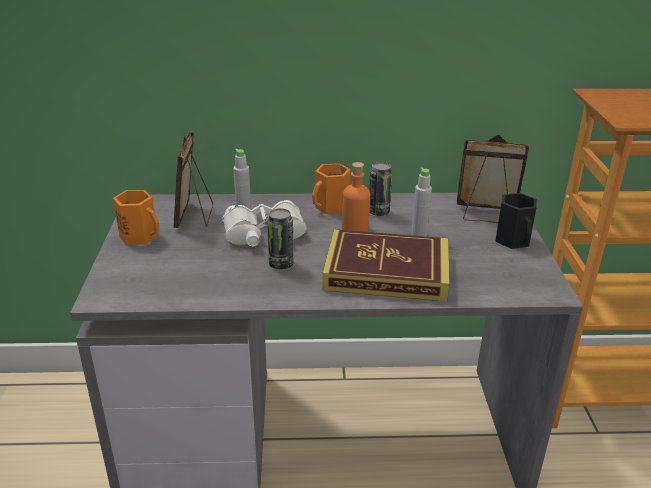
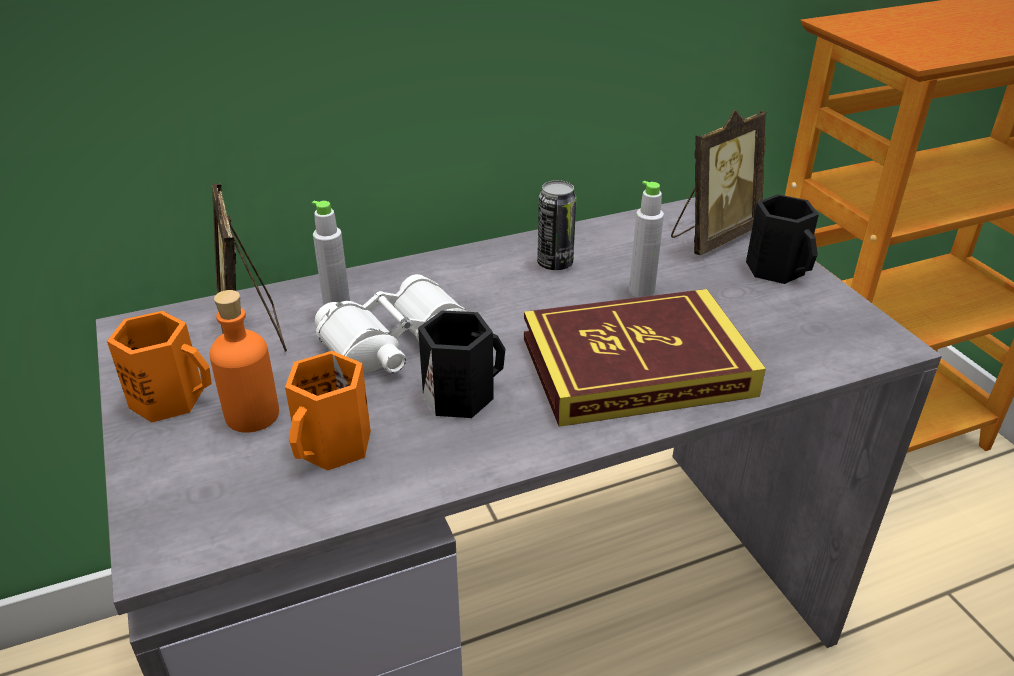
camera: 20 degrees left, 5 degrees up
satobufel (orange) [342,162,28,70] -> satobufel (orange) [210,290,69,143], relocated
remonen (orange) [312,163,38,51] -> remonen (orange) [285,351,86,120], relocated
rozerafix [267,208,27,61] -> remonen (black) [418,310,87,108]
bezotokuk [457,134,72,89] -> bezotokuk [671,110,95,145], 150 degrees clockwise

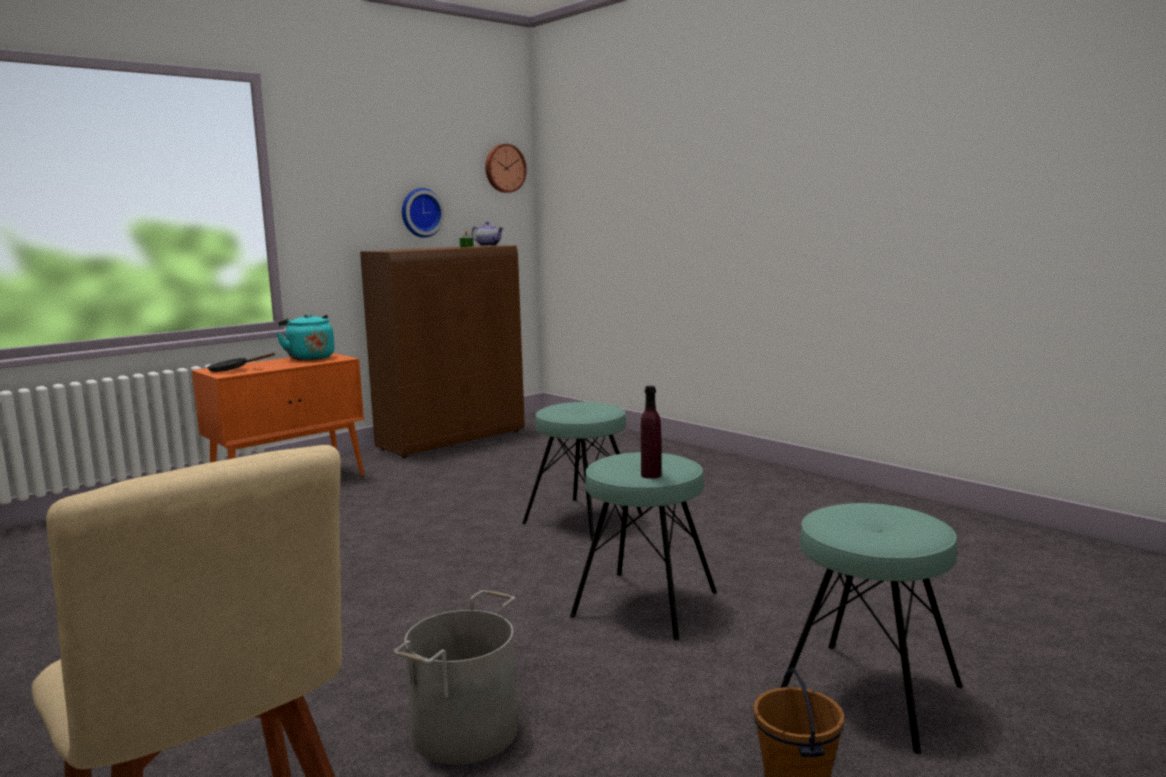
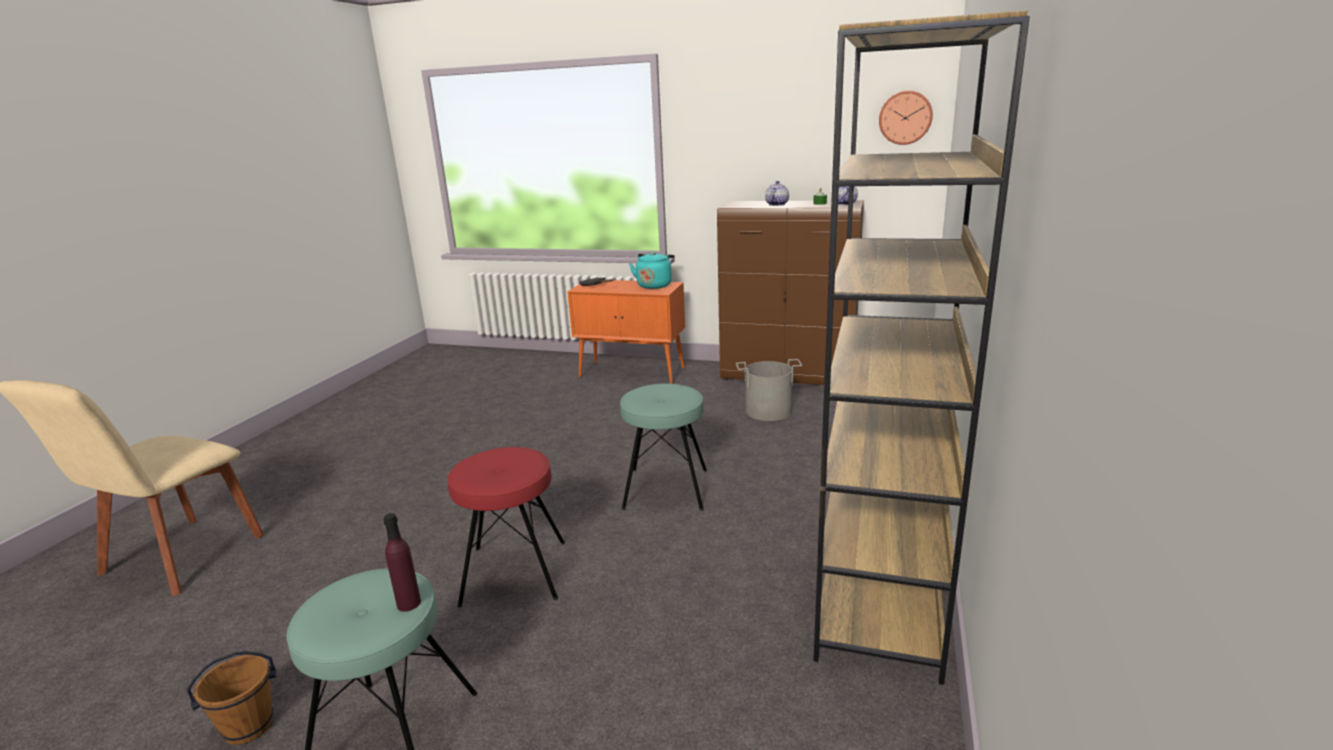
camera: 60 degrees right, 10 degrees up
satobufel (purple) [641,386,20,93] -> satobufel (purple) [383,513,38,99], relocated
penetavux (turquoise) [570,452,147,188] -> penetavux (red) [448,447,117,160]
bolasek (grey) [394,590,124,175] -> bolasek (grey) [736,359,66,62], relocated
none -> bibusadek [765,181,24,25]
none -> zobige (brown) [814,10,216,675]
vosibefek [402,188,43,50] -> none

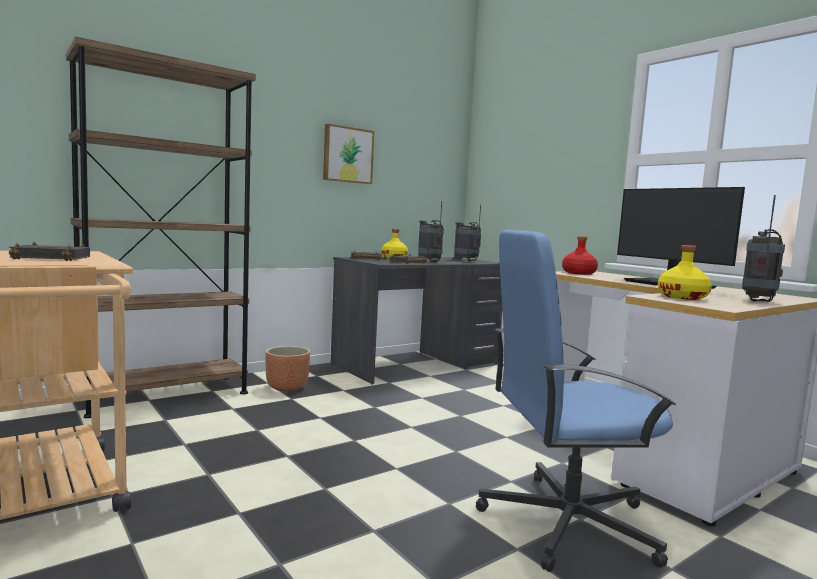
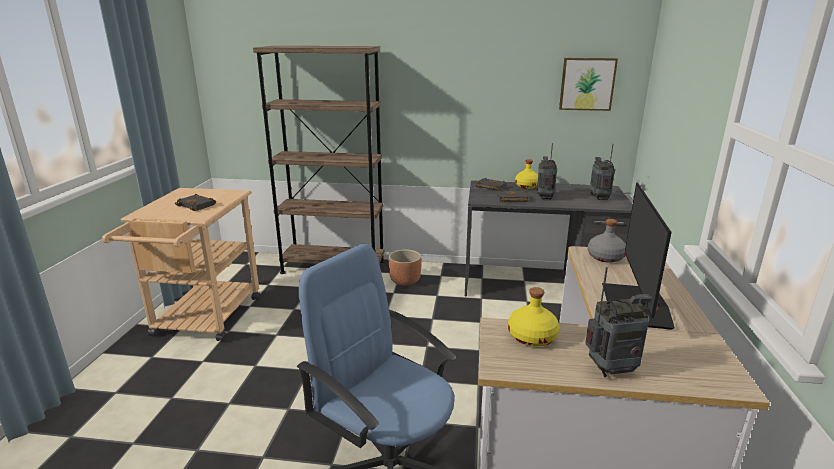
camera: 45 degrees right, 15 degrees up
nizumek [323,124,51,60] -> nizumek [559,58,59,53], relocated
satobufel (red) [562,236,36,39] -> satobufel (grey) [588,219,38,44]

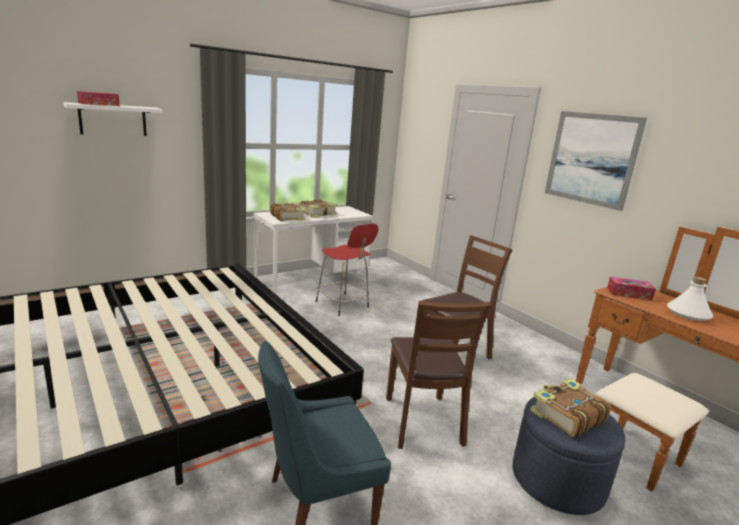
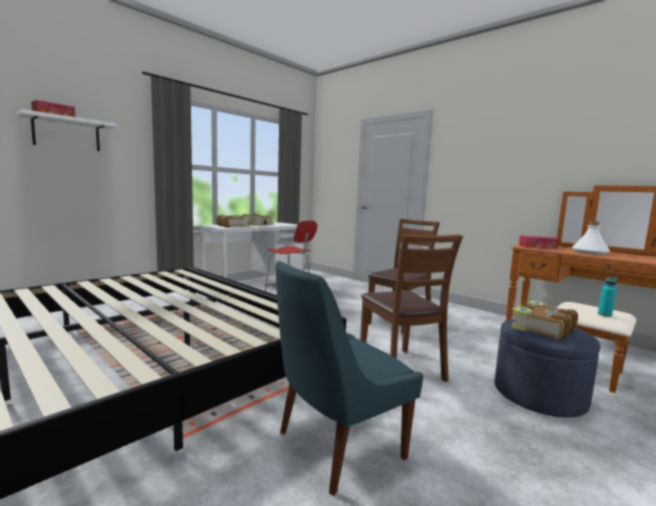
camera: 10 degrees left, 10 degrees down
none -> satobufel (turquoise) [598,277,19,40]
nizumek [545,111,102,100] -> none

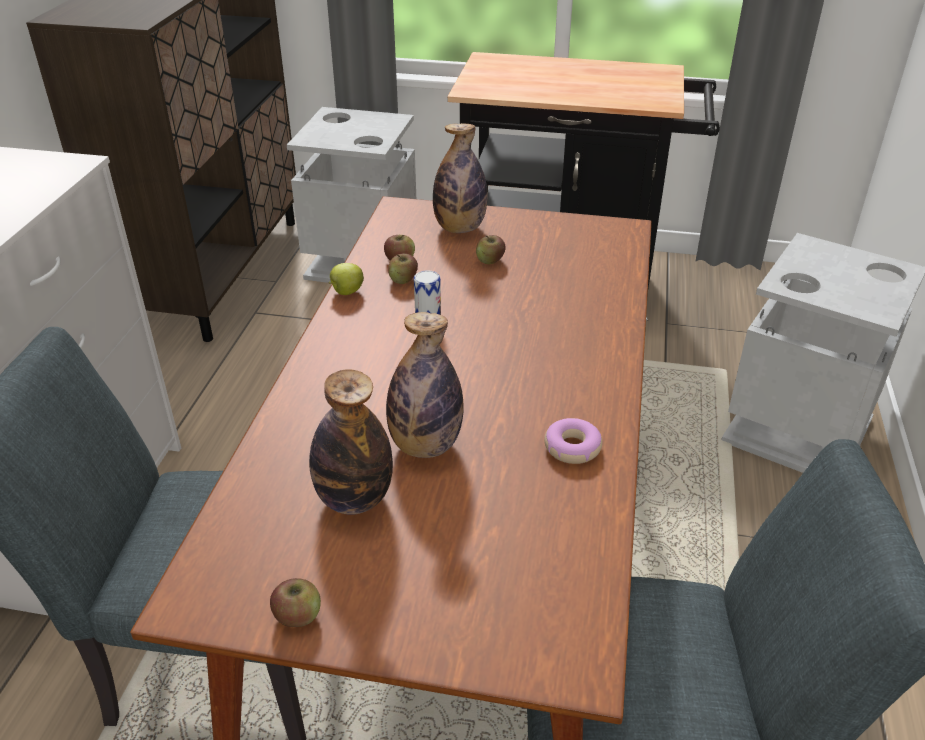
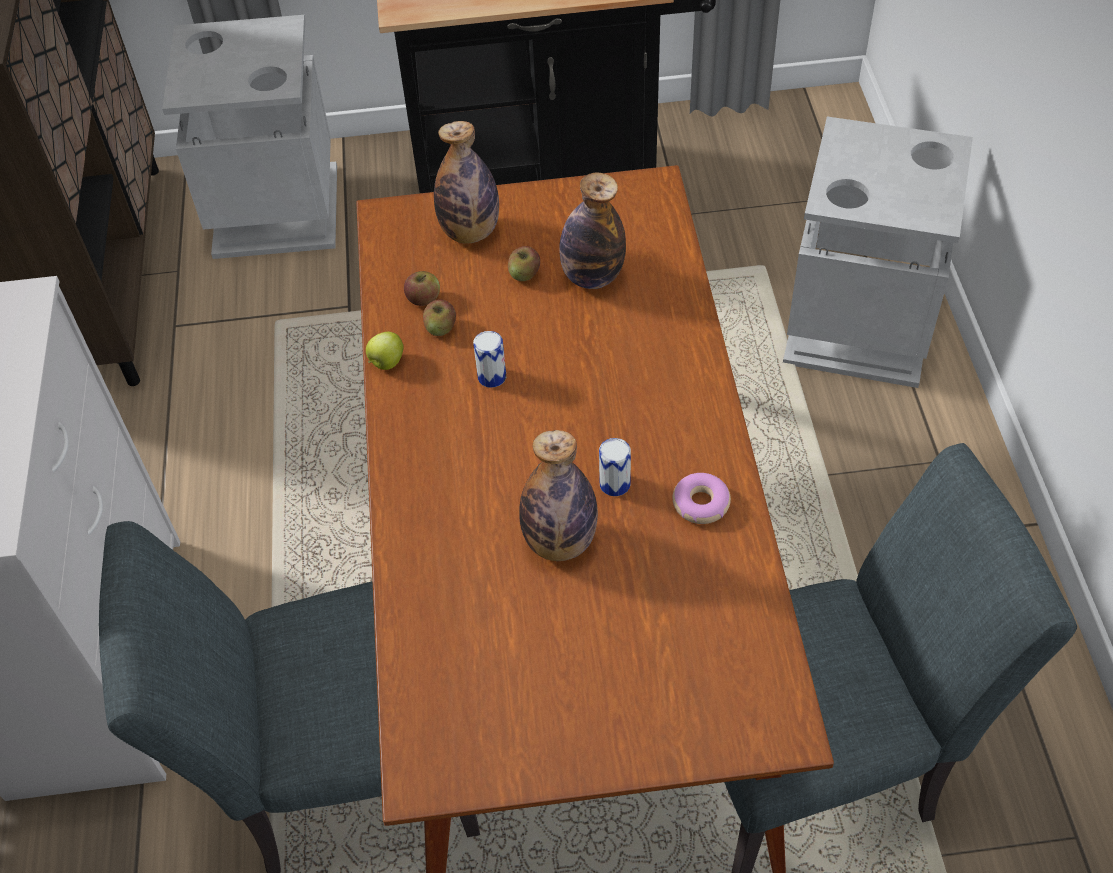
camera: 15 degrees left, 15 degrees up
satobufel [309,370,84,145] -> satobufel [559,173,67,116], relocated
none -> rozerafix [599,438,32,58]
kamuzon [270,578,51,49] -> none

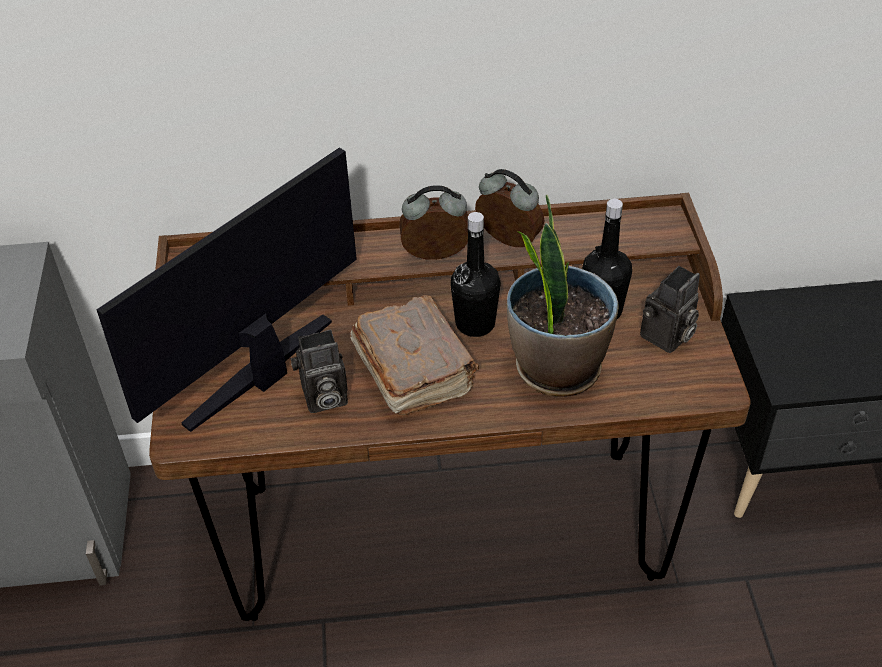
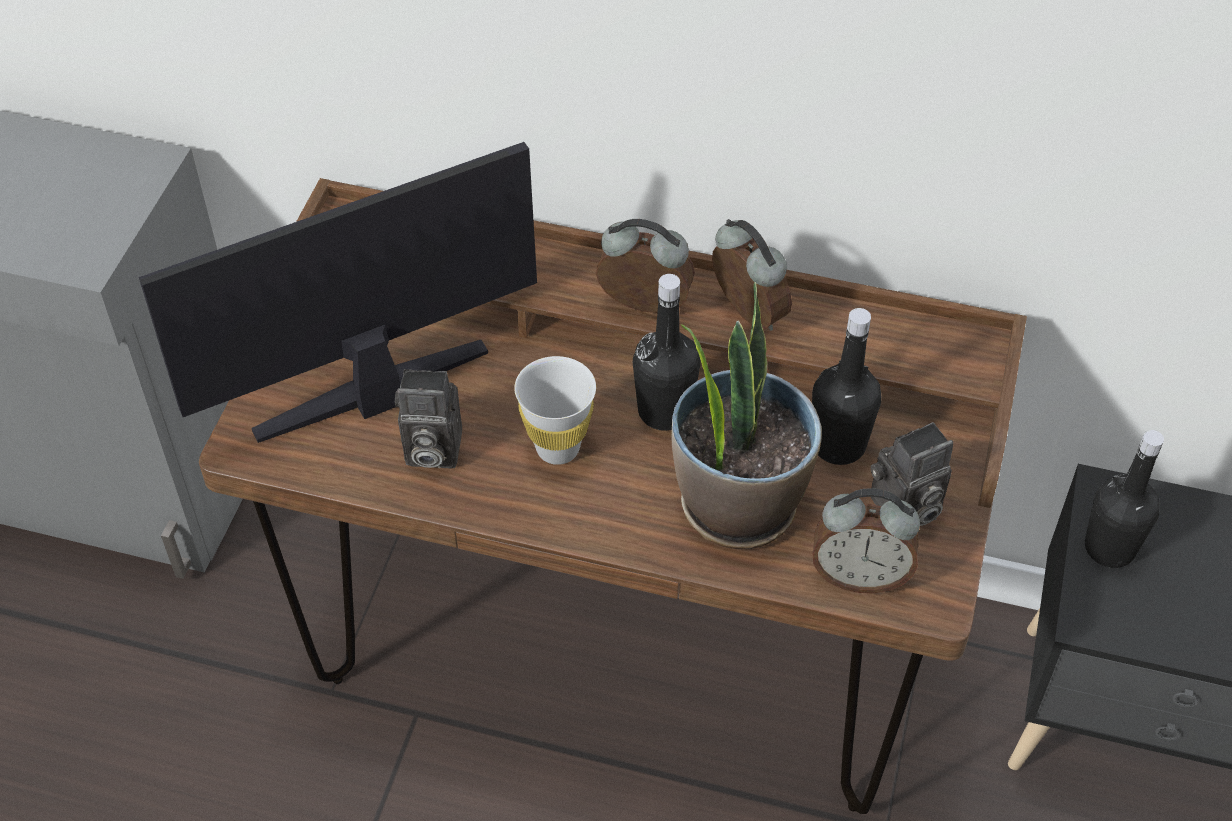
camera: 20 degrees right, 5 degrees up
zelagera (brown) [350,295,129,120] -> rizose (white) [514,356,82,109]
none -> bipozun [812,488,108,105]
none -> satobufel (black) [1085,430,79,138]

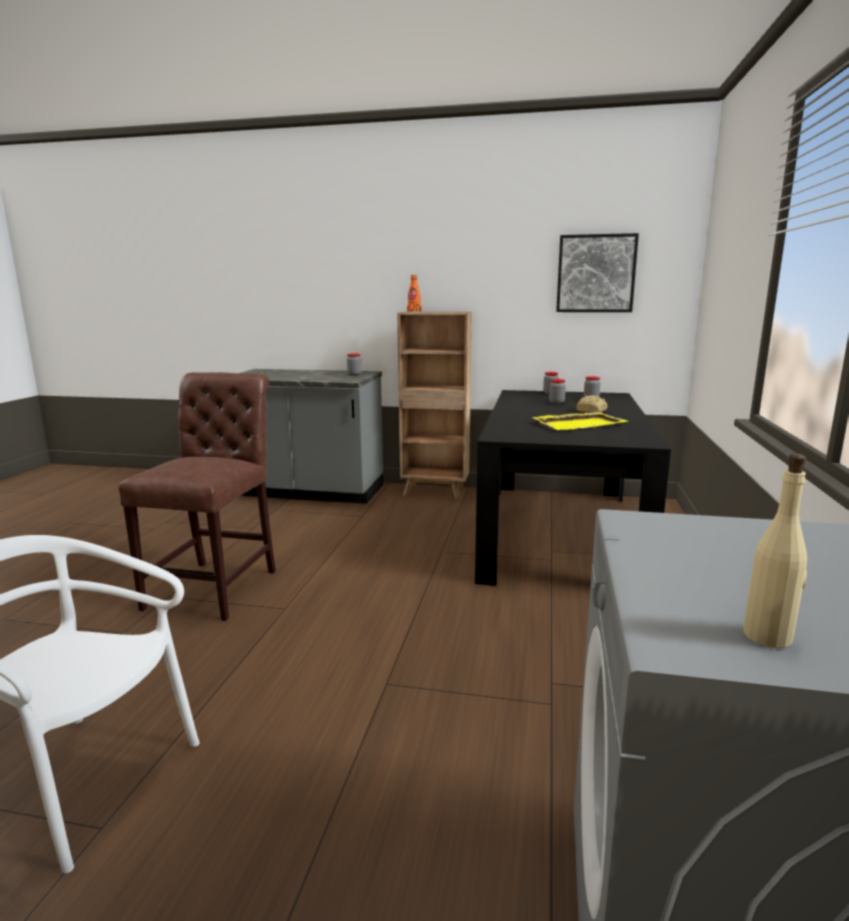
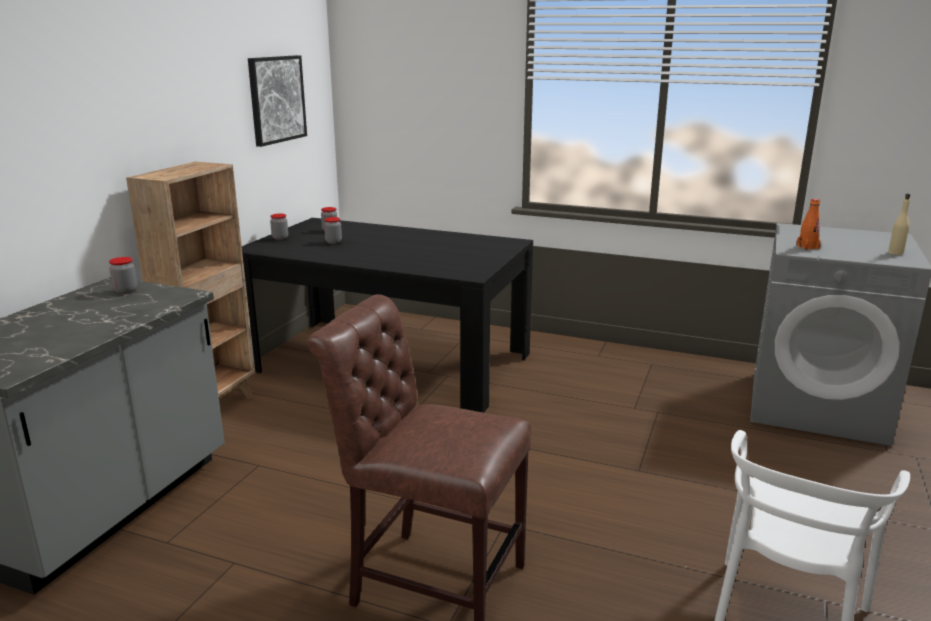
camera: 80 degrees left, 5 degrees up
satobufel (orange) [407,275,15,37] -> satobufel (orange) [796,199,25,51], relocated
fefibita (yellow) [532,412,95,18] -> none
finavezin [576,395,32,18] -> none

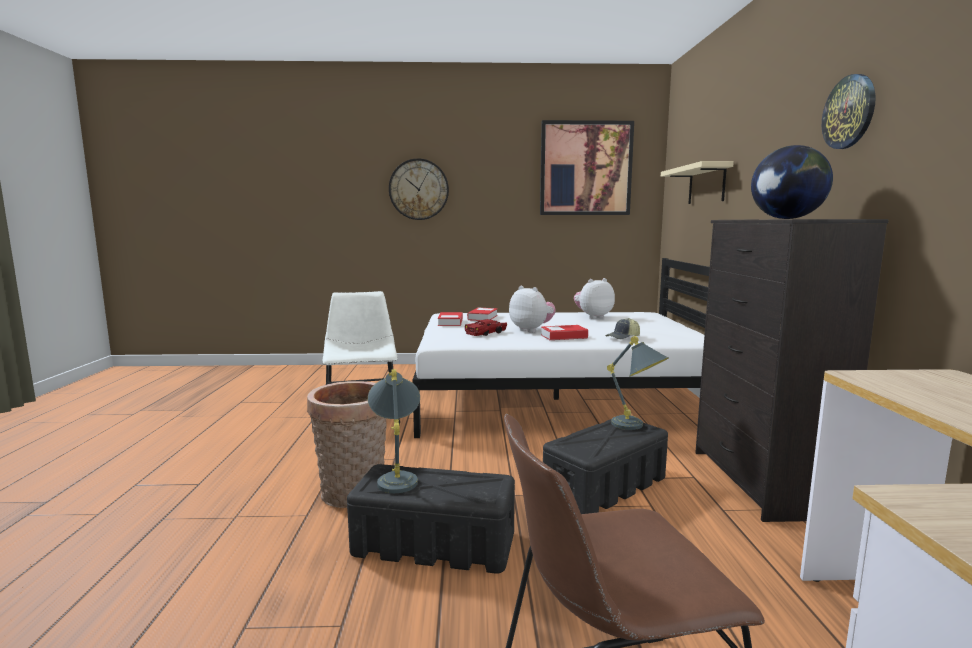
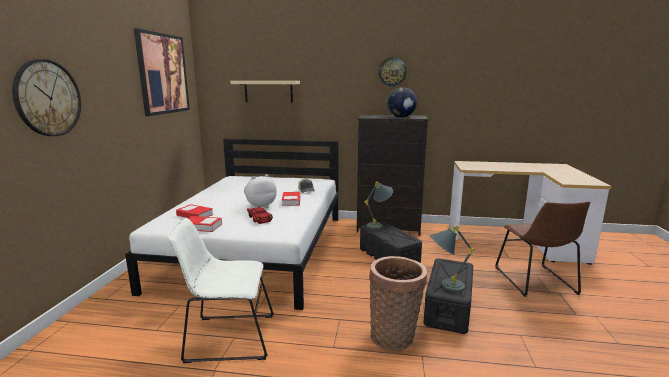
camera: 80 degrees left, 5 degrees up
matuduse [574,278,41,41] -> none

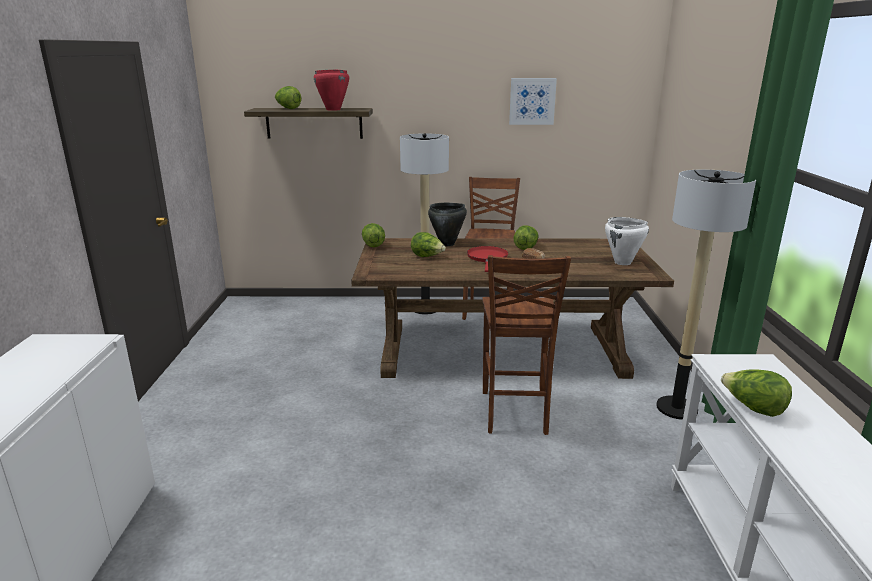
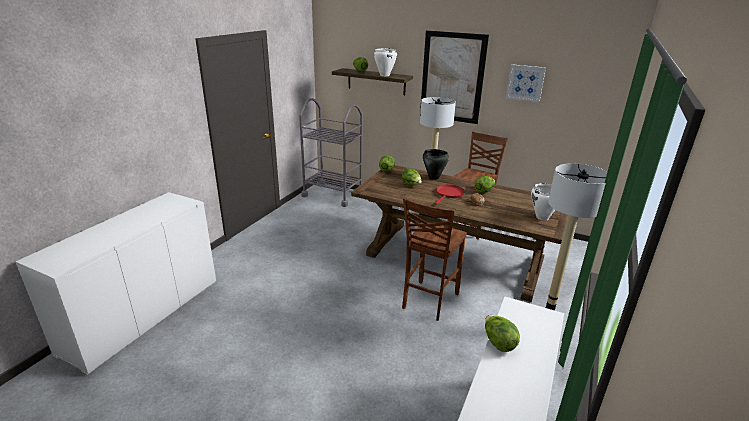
camera: 25 degrees right, 5 degrees up
none -> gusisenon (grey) [299,98,64,109]
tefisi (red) [314,69,35,42] -> tefisi (white) [374,48,23,28]
none -> nizumek [420,30,69,94]

